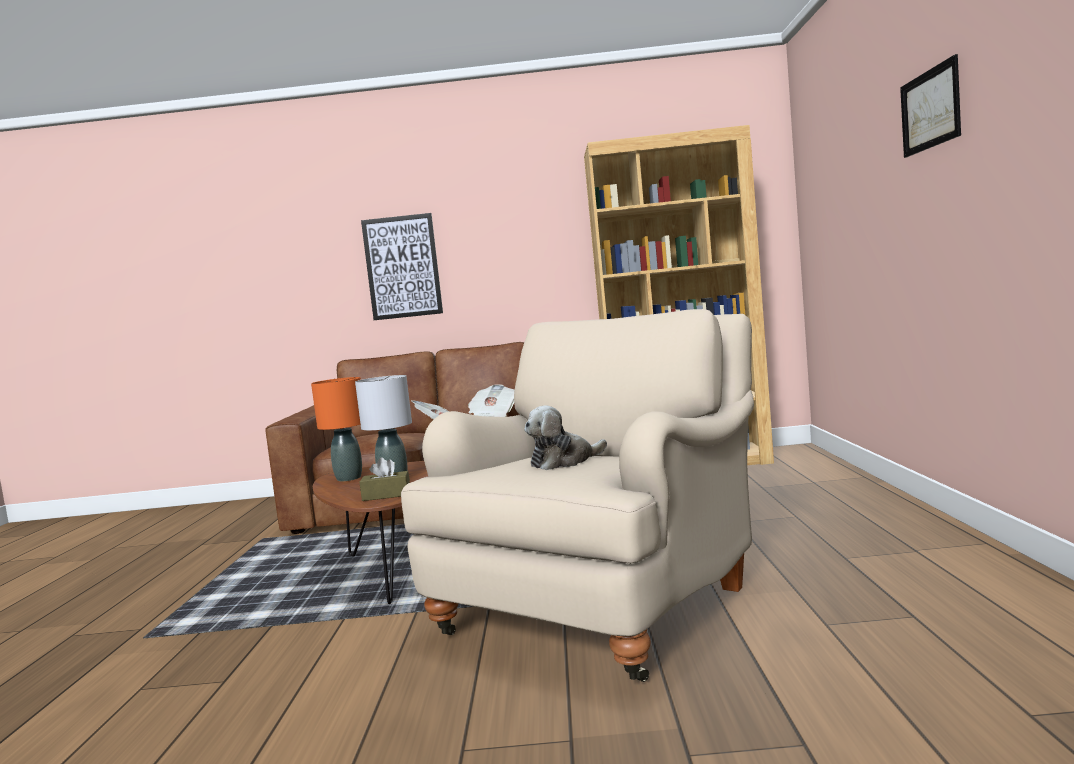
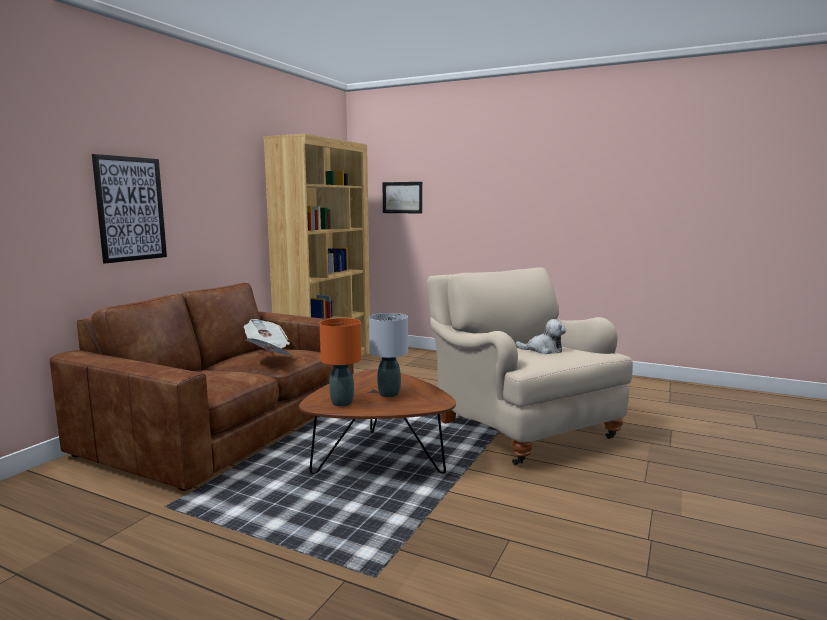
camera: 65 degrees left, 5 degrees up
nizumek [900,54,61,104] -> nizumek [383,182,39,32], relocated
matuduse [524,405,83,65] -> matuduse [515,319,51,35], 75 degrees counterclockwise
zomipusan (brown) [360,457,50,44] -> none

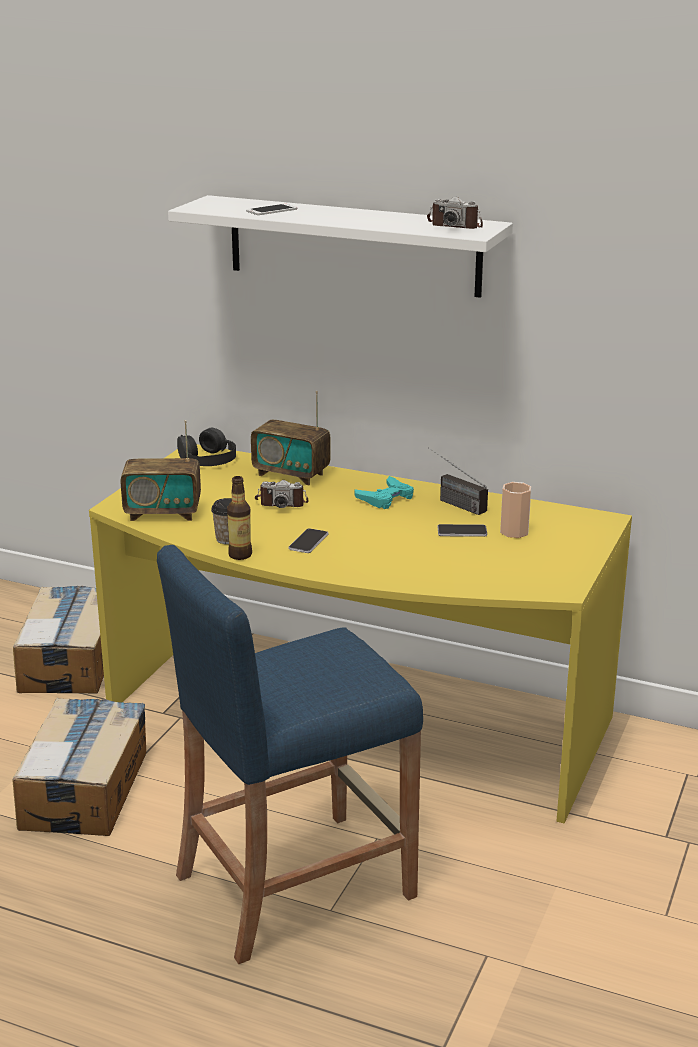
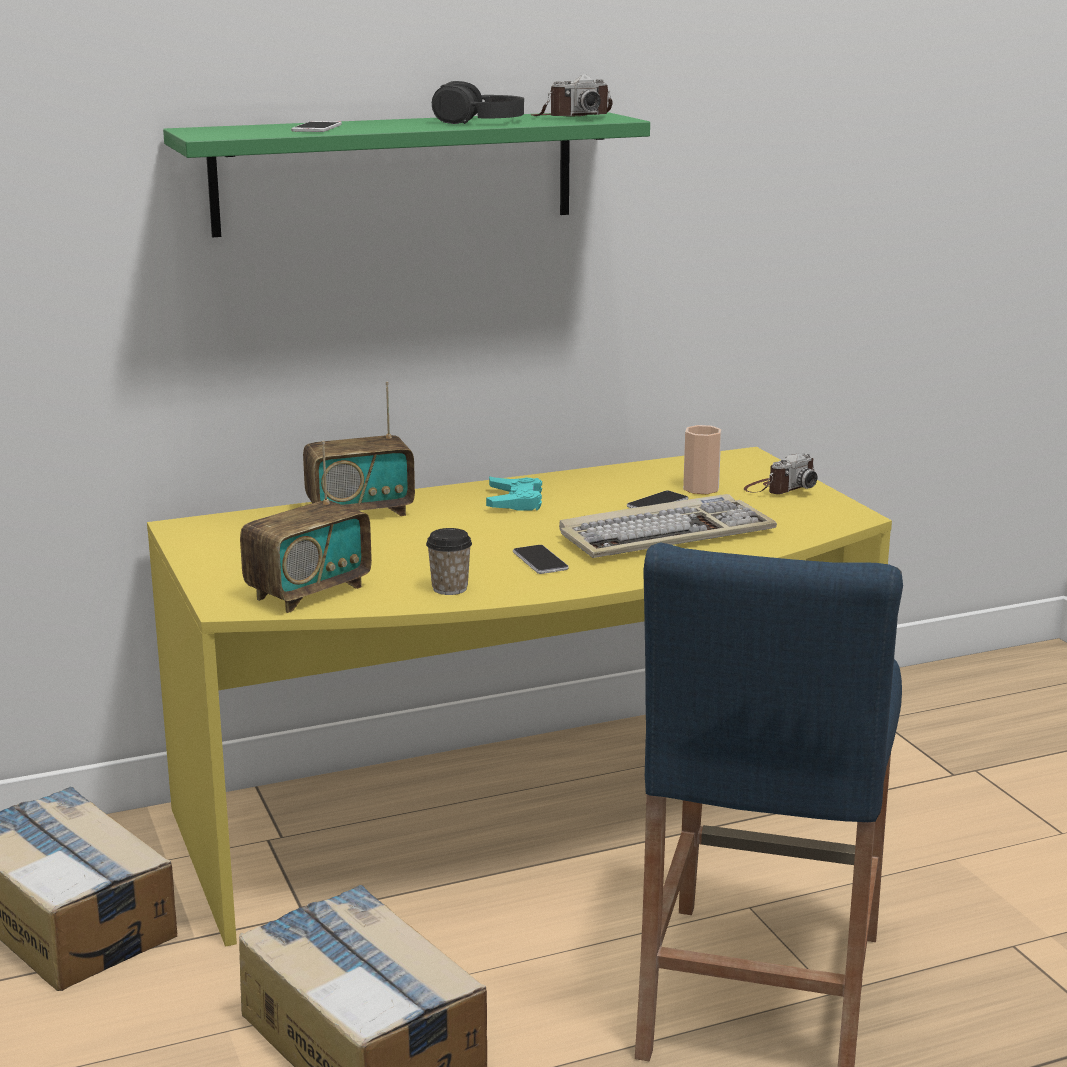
camera: 45 degrees left, 5 degrees down
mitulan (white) [168,195,345,103] -> mitulan (green) [163,112,487,125]
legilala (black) [177,428,59,38] -> legilala (black) [432,81,92,43], relocated
none -> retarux [559,494,218,64]
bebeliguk [255,480,53,28] -> bebeliguk [744,453,73,41], relocated
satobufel [227,476,25,84] -> none
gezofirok [428,447,60,68] -> none

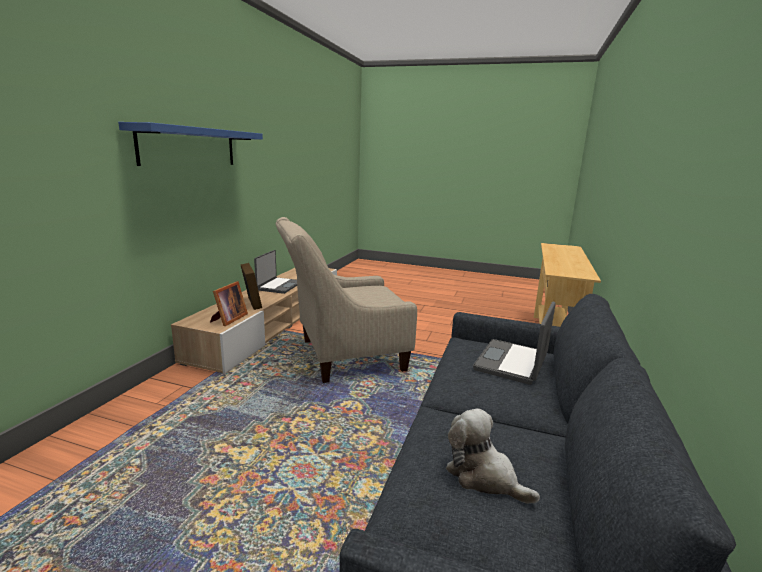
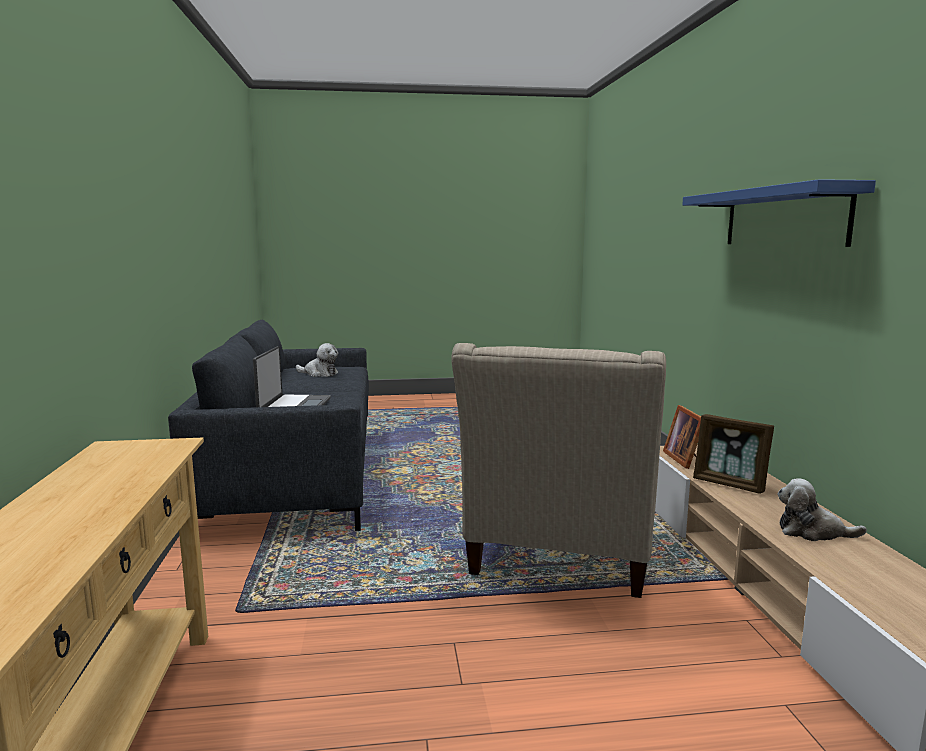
camera: 155 degrees right, 5 degrees down
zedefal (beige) [276,217,141,166] -> zedefal (beige) [451,343,215,255], 150 degrees clockwise
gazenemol [254,250,43,44] -> matuduse [778,478,89,63]

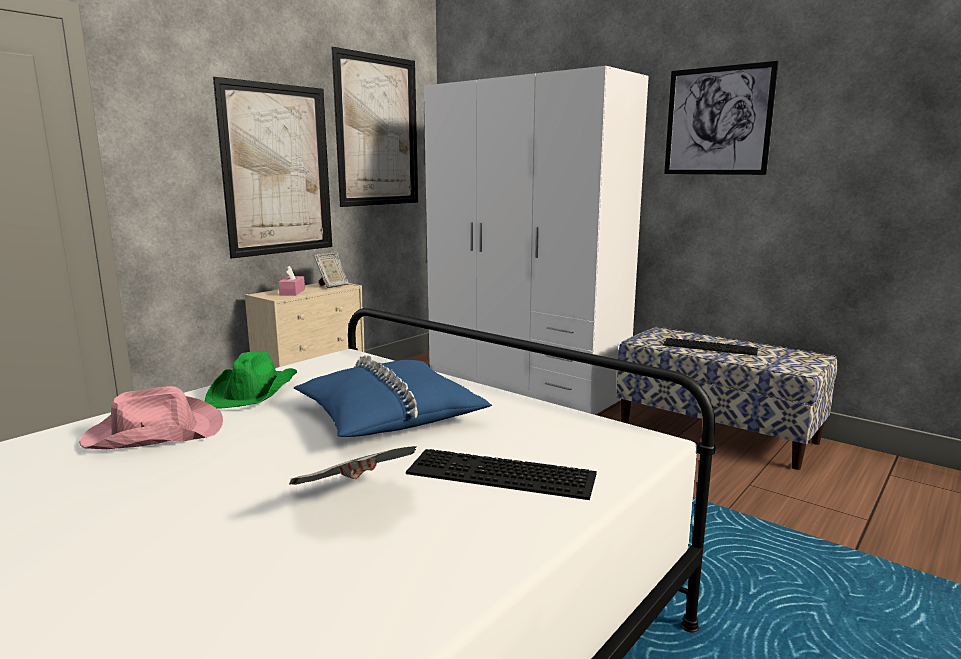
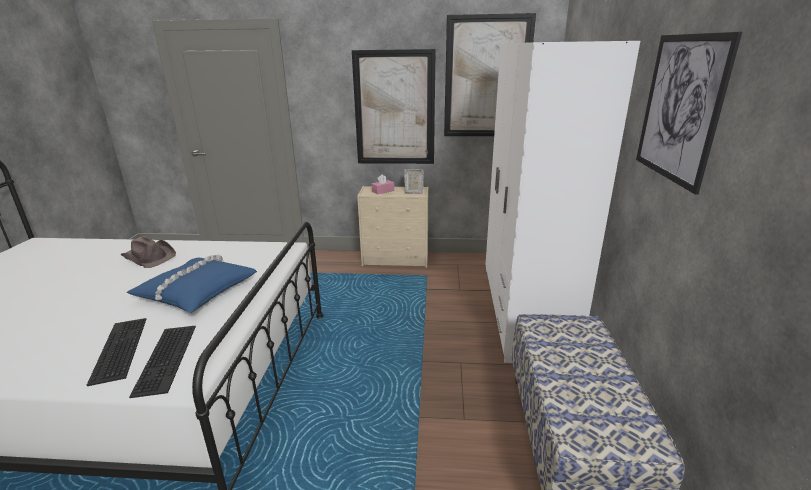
camera: 55 degrees right, 10 degrees up
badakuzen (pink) [79,386,144,63] -> badakuzen (brown) [120,236,56,32]
retarux [663,338,95,18] -> retarux [129,326,67,72], relocated
badakuzen (green) [204,352,93,57] -> none
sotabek [289,446,127,39] -> none

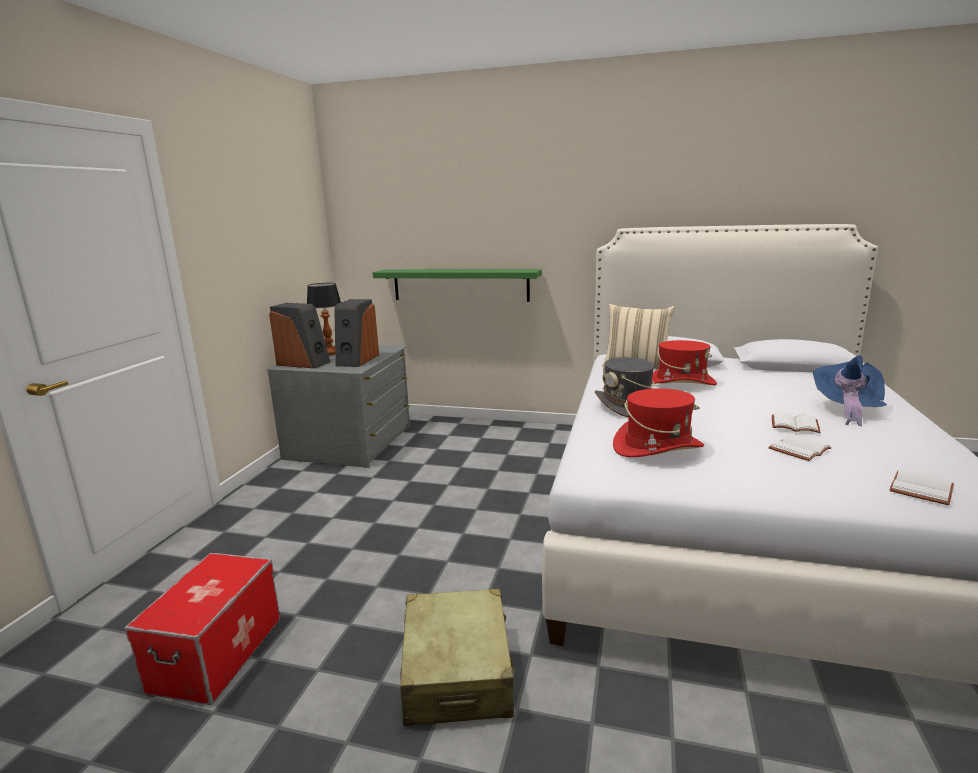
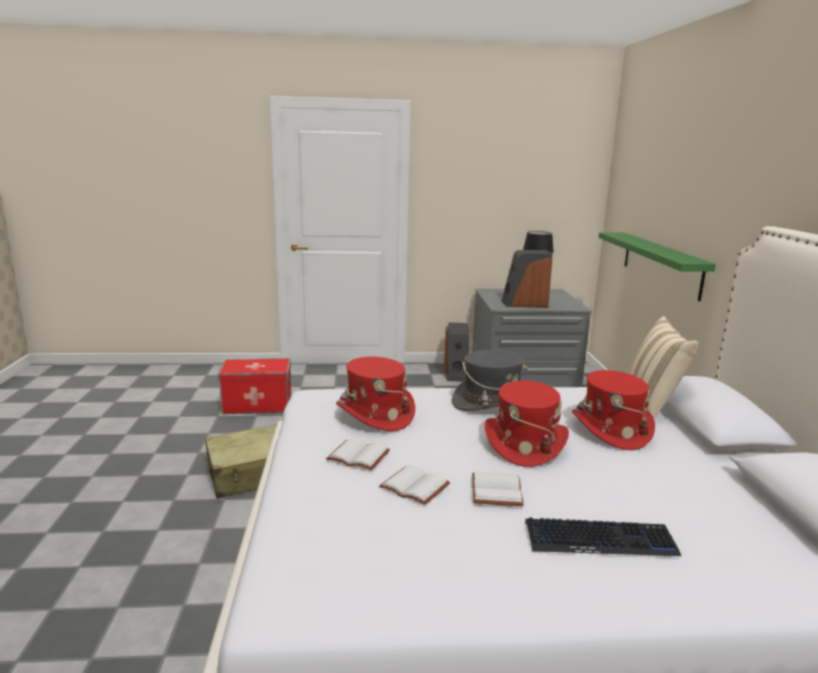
camera: 70 degrees right, 0 degrees up
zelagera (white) [890,469,64,36] -> zelagera (white) [326,438,64,32], relocated
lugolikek [269,303,61,65] -> lugolikek [444,322,26,60], relocated
none -> badakuzen (red) [485,381,84,86]
badakuzen (blue) [813,355,74,71] -> retarux [525,518,156,38]

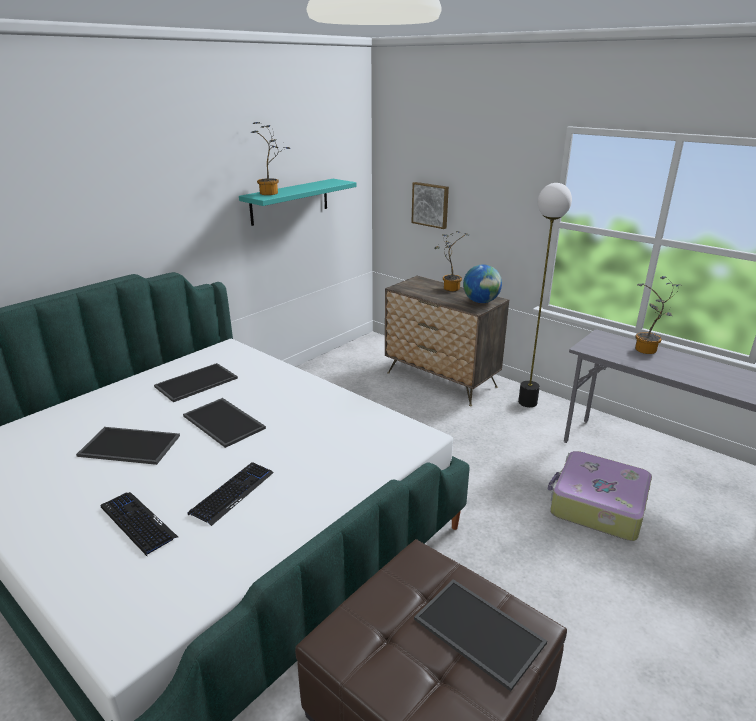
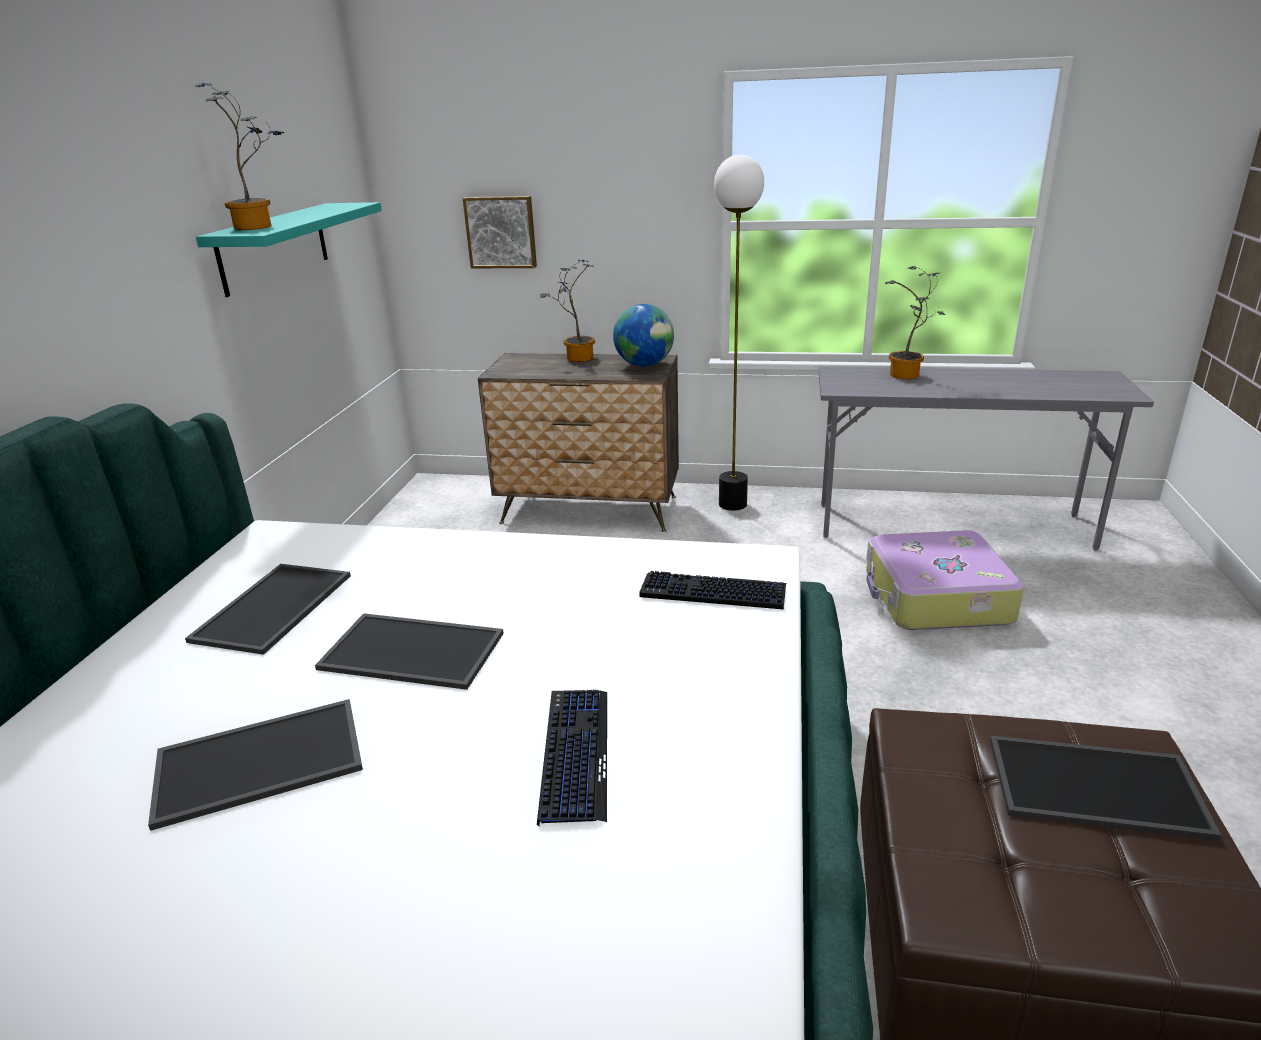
camera: 30 degrees left, 0 degrees up
retarux [101,492,77,64] -> retarux [639,571,147,38], relocated

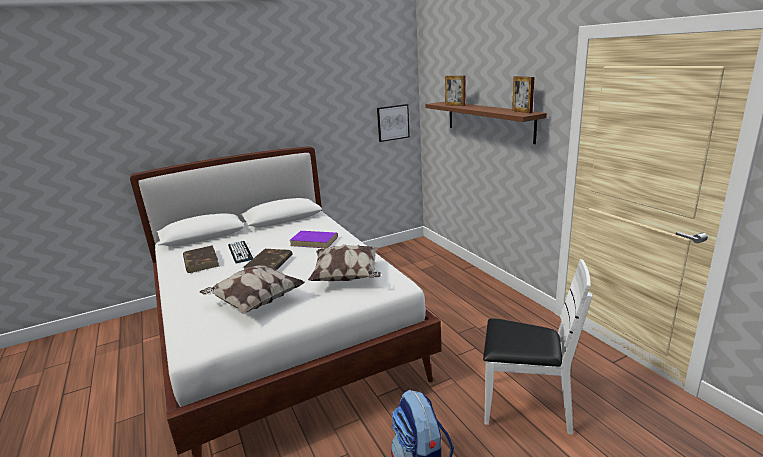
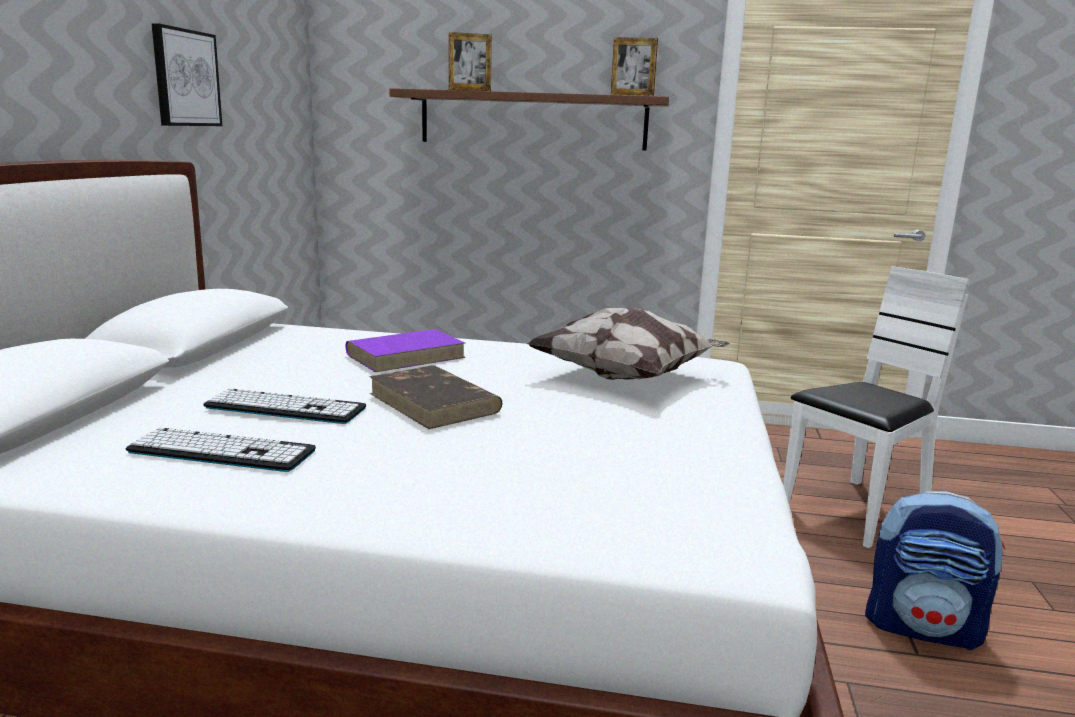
camera: 55 degrees left, 5 degrees down
zelagera (brown) [183,245,36,28] -> retarux [126,427,190,45]
nizumek [377,104,33,38] -> nizumek [151,23,71,103], relocated
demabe [200,264,105,50] -> none

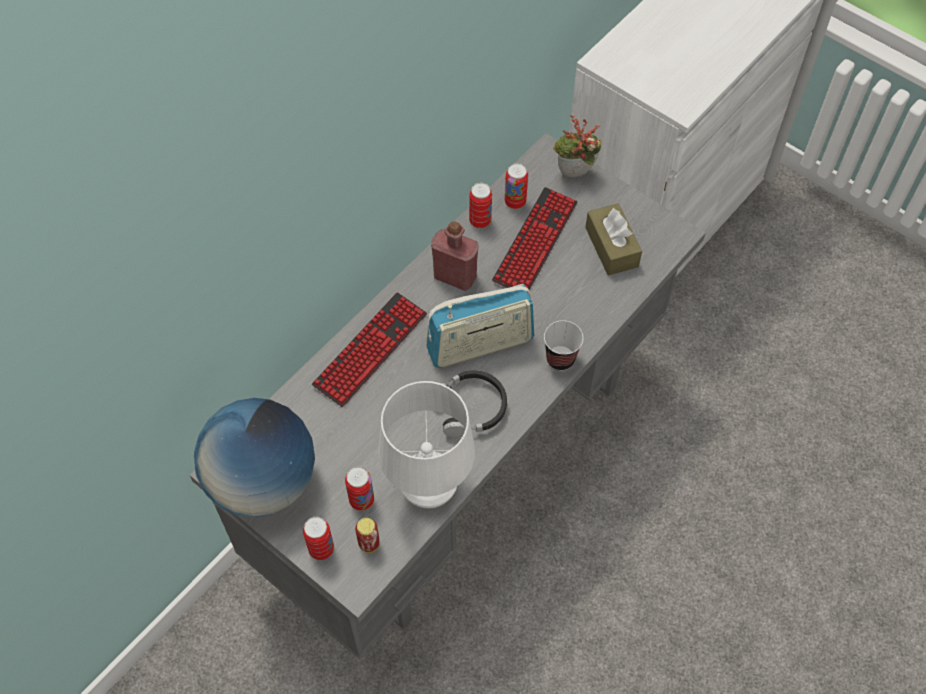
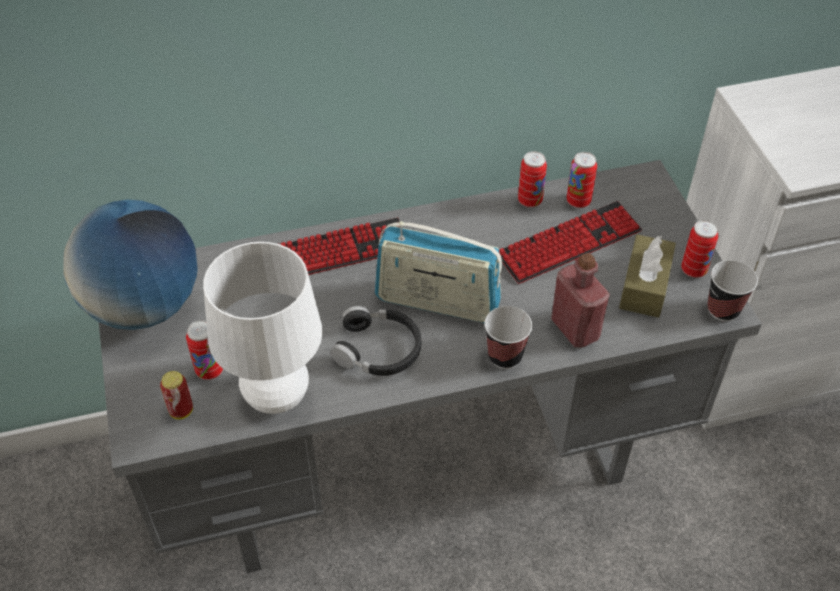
camera: 35 degrees right, 10 degrees down
satobufel (red) [431,221,48,70] -> satobufel (red) [551,253,59,95], relocated
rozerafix [303,517,31,43] -> rozerafix [681,220,37,58], relocated
none -> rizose [707,260,51,61]
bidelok [553,115,49,62] -> none

